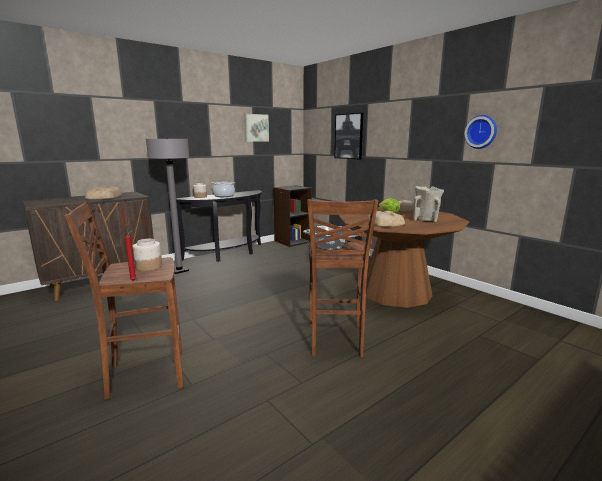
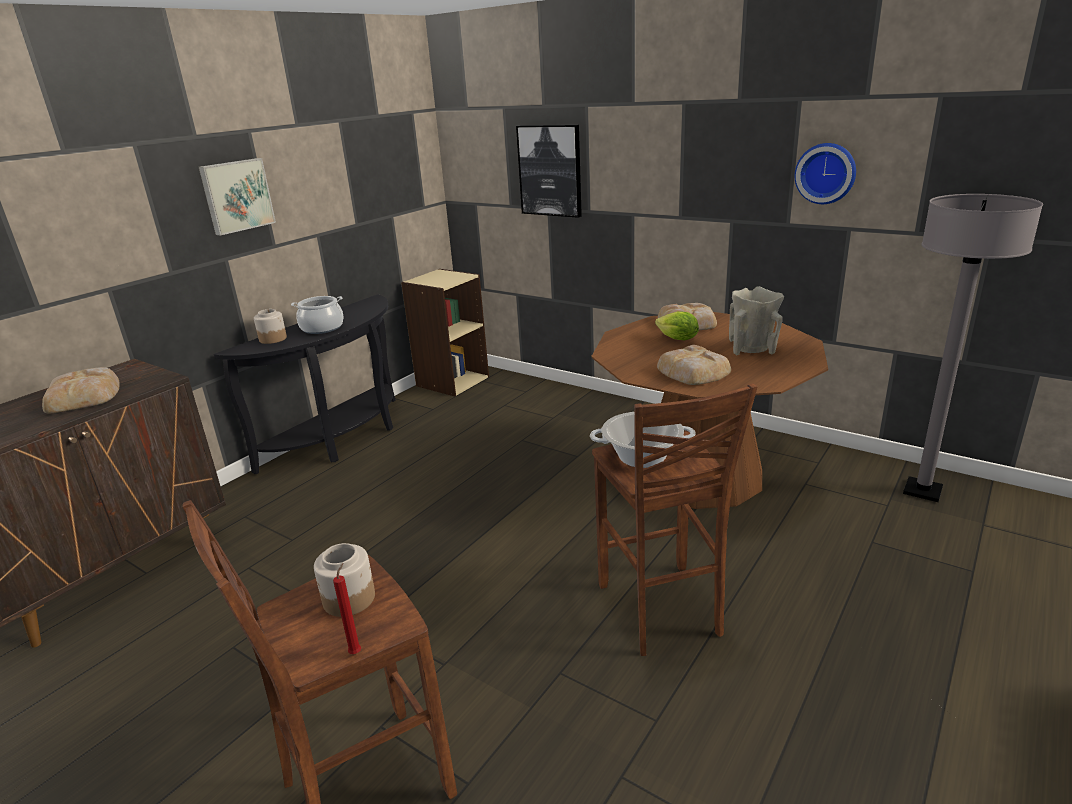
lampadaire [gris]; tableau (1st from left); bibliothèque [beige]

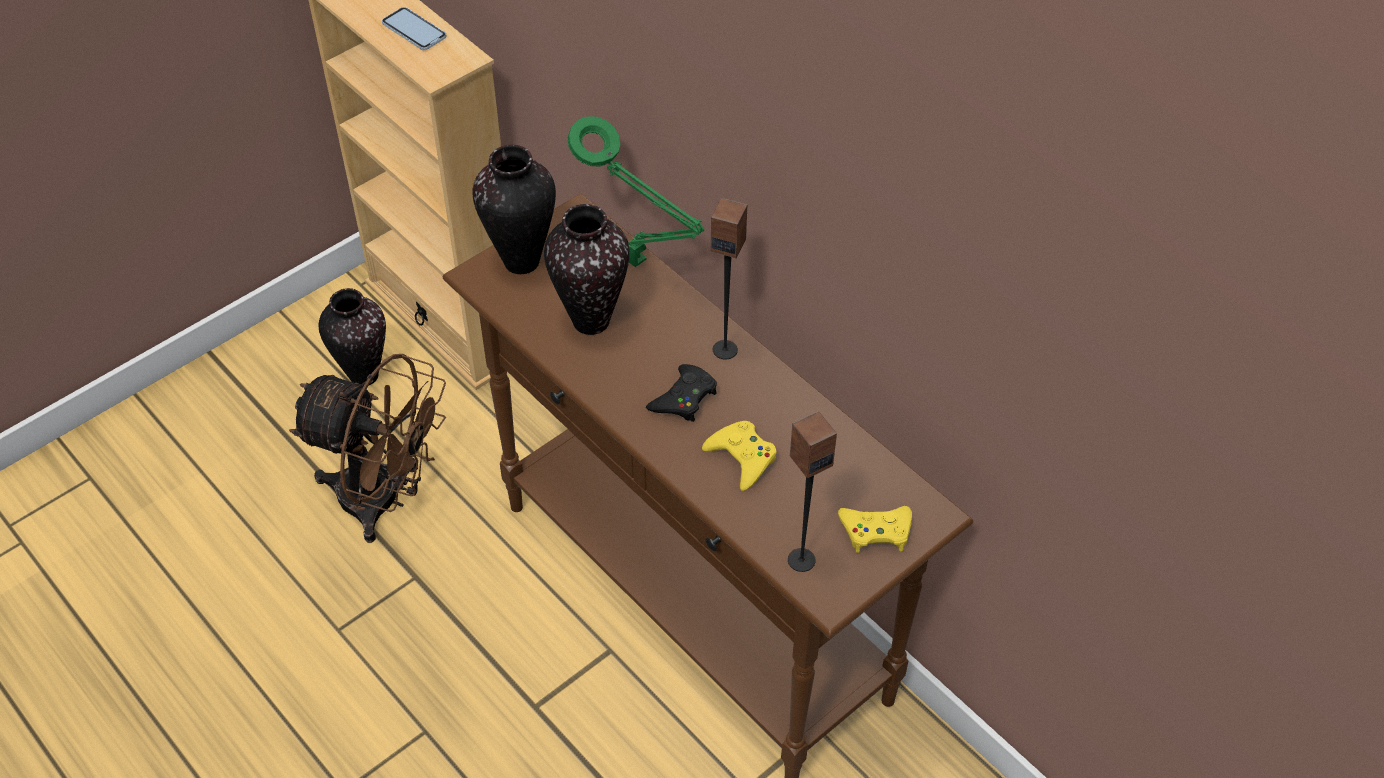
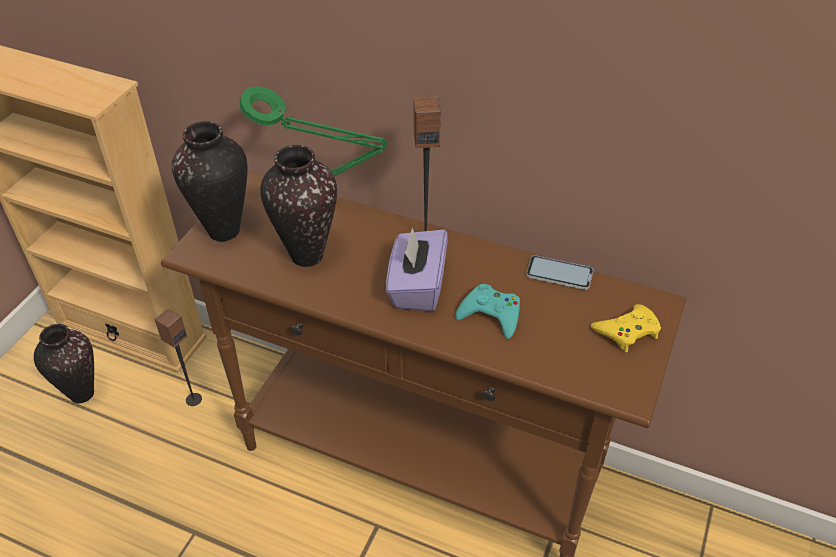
ventilateur [marron]; téléphone; boîte à mouchoirs [violet]; manette [turquoise]; enceinte (1st from left)

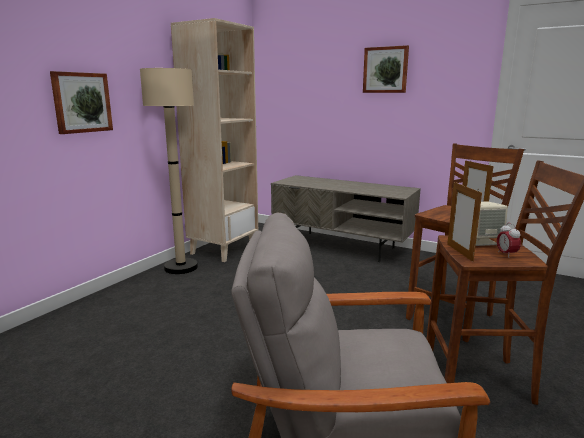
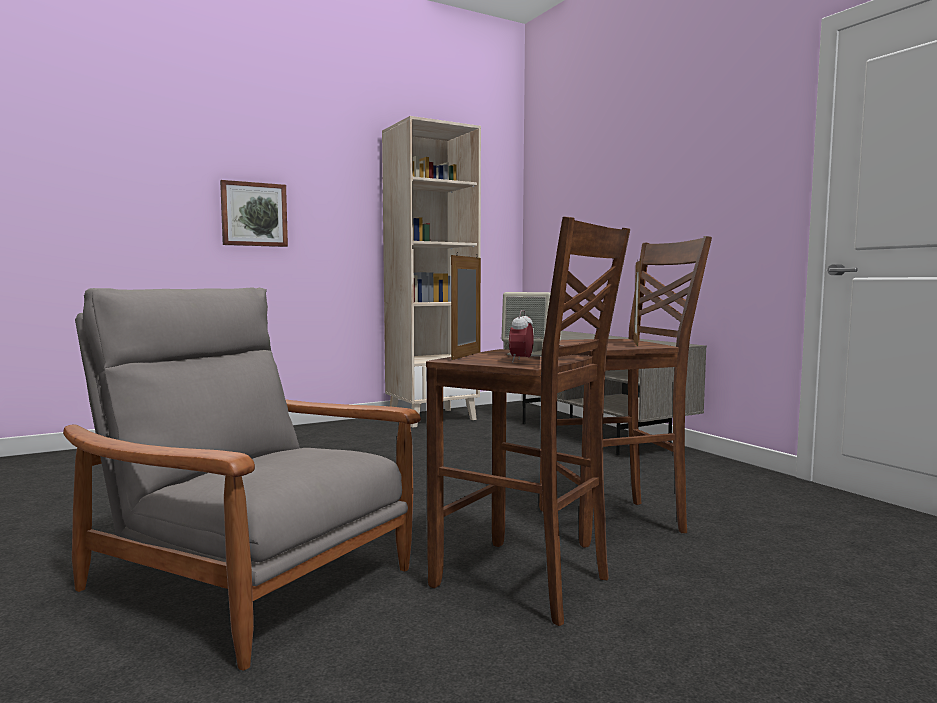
lampadaire [beige]; tableau (2nd from left in the first image)

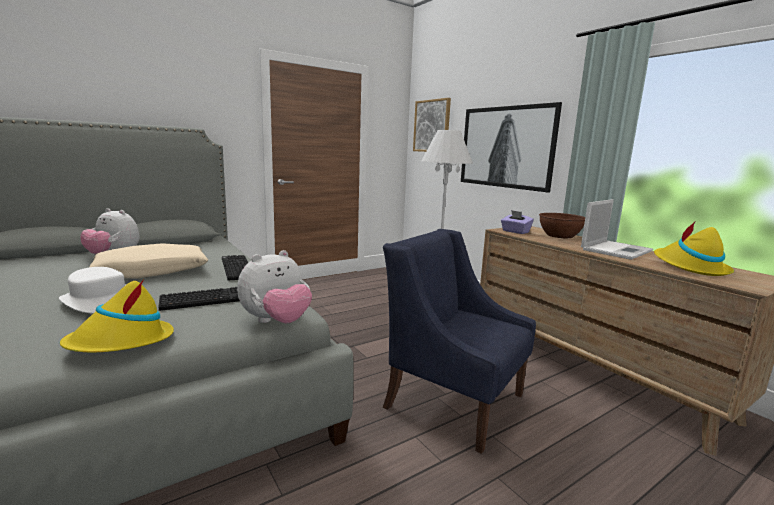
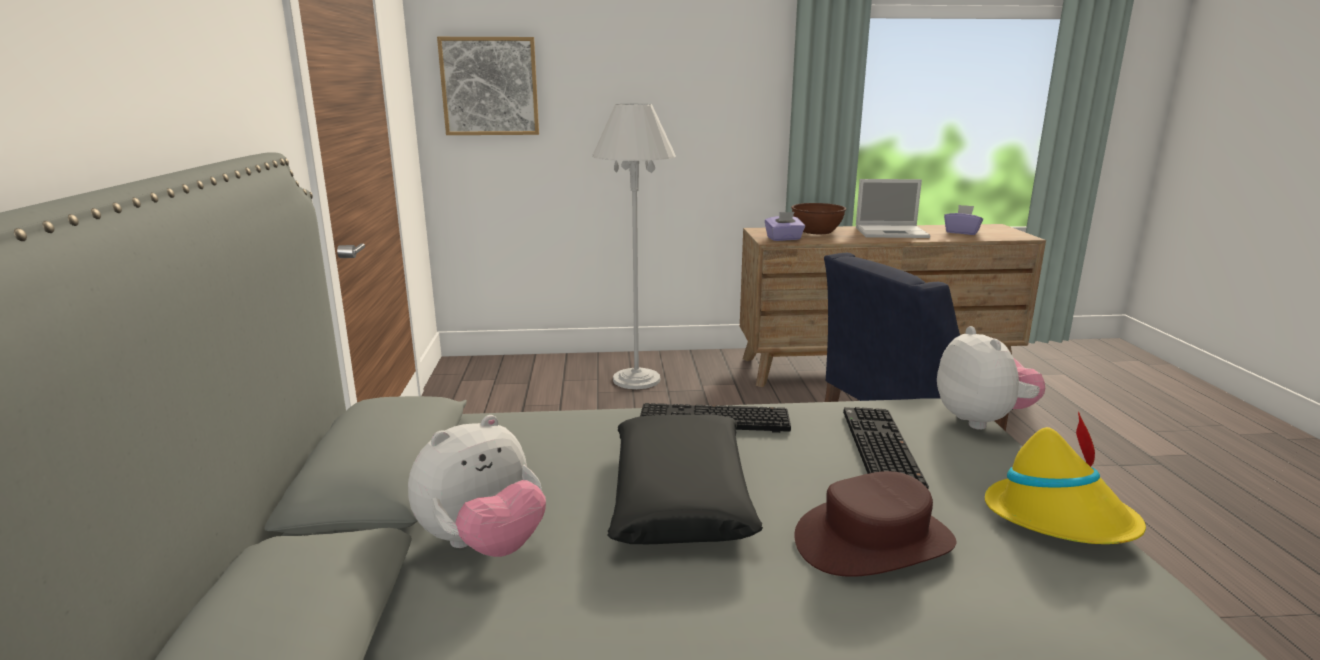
chapeau [marron]; coussin [noir]; tableau (2nd from left in the first image); ordinateur portable; boîte à mouchoirs [violet] (2nd from left)

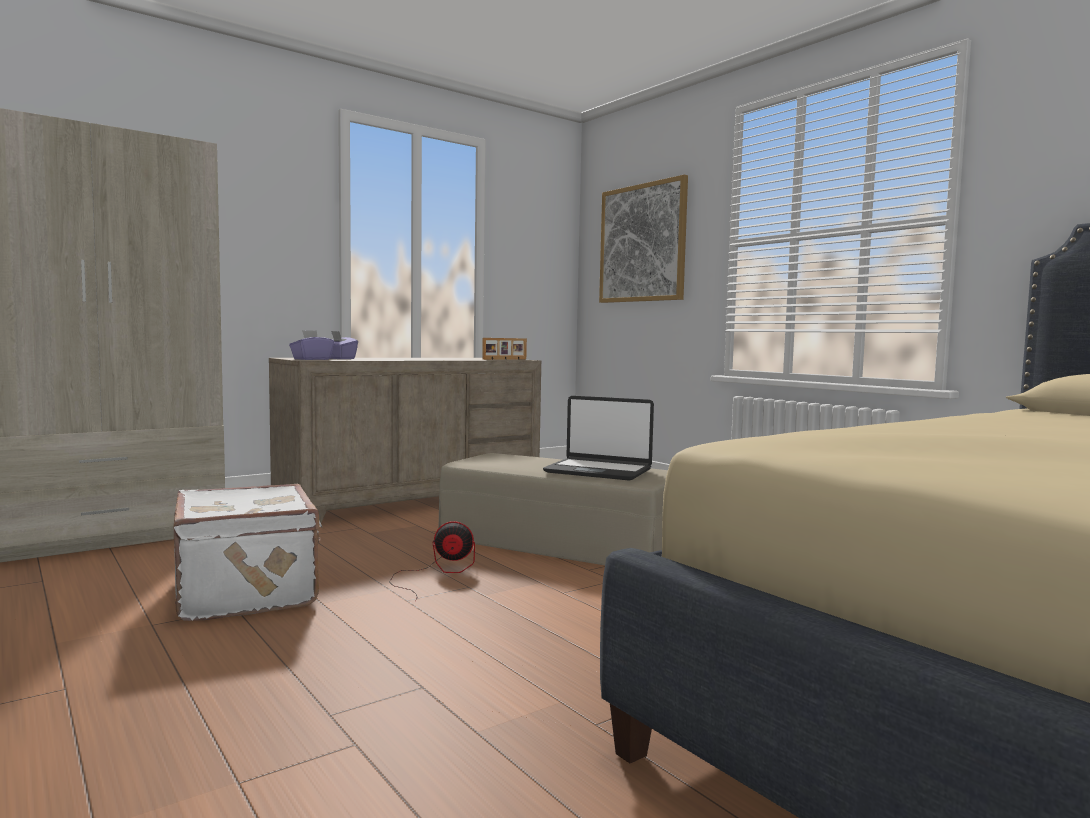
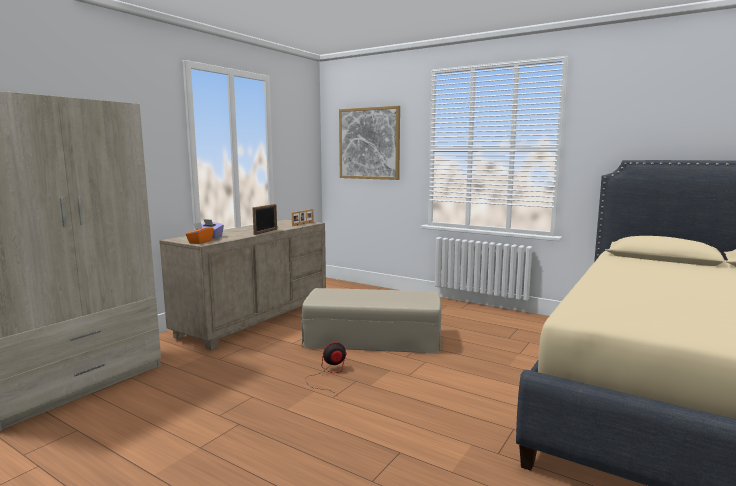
valise [blanc]; boîte à mouchoirs [orange]; ordinateur portable; cadre photo (1st from left)

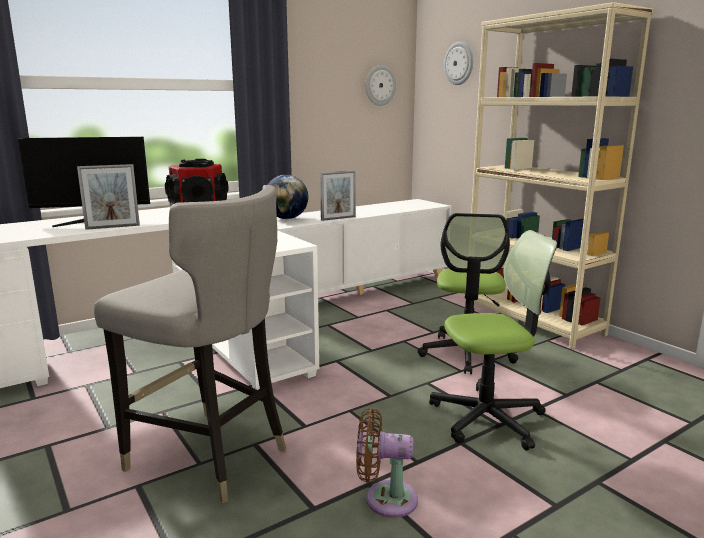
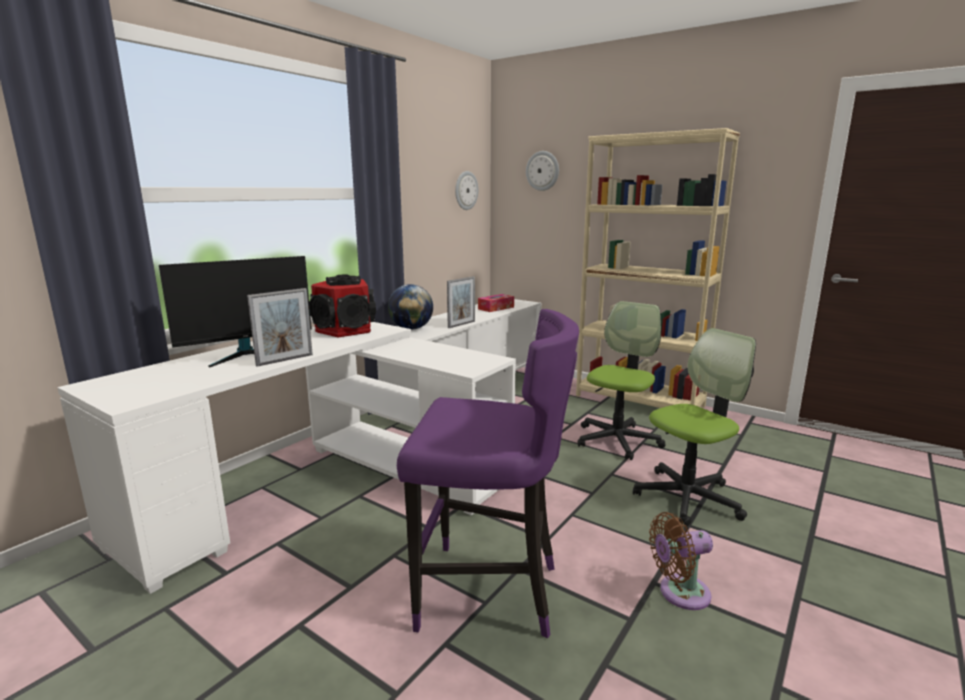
tabouret [violet]; chaise de bureau (1st from left); boîte à mouchoirs

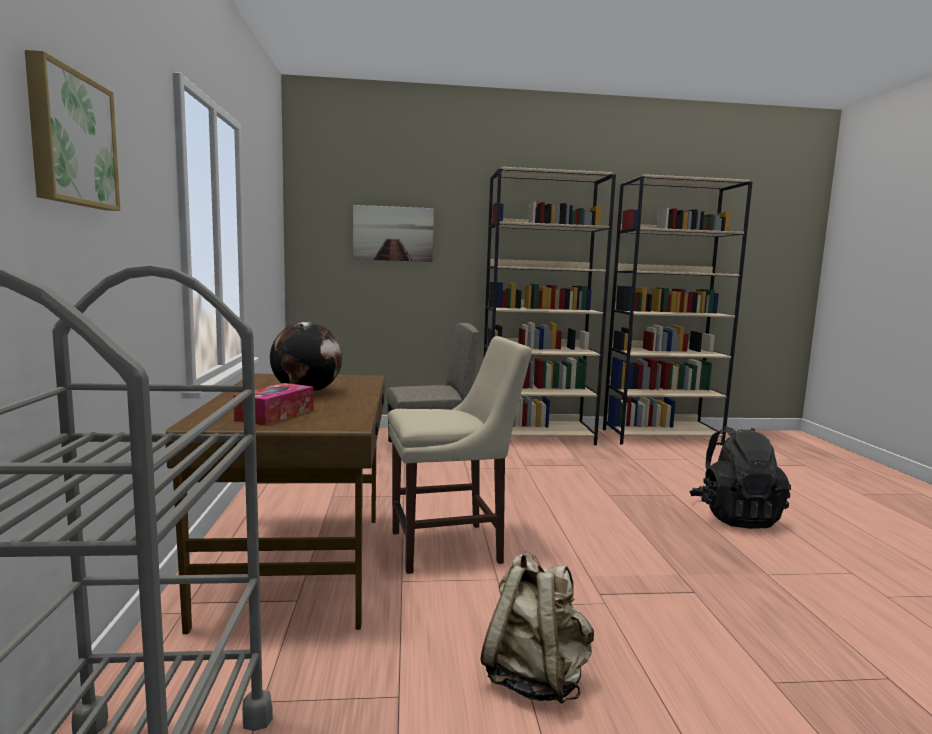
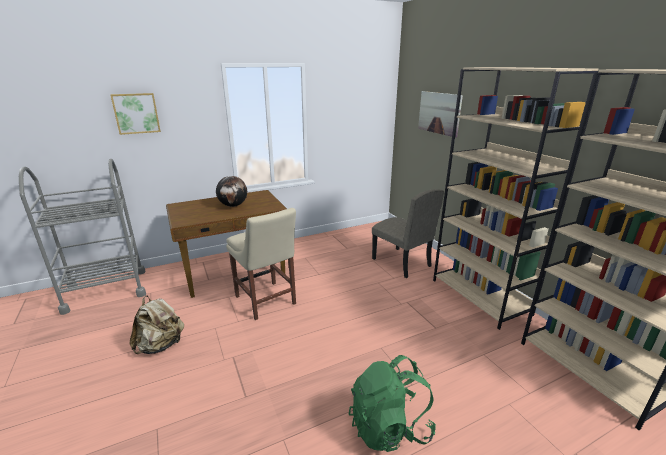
boîte à mouchoirs; sac à dos [vert]

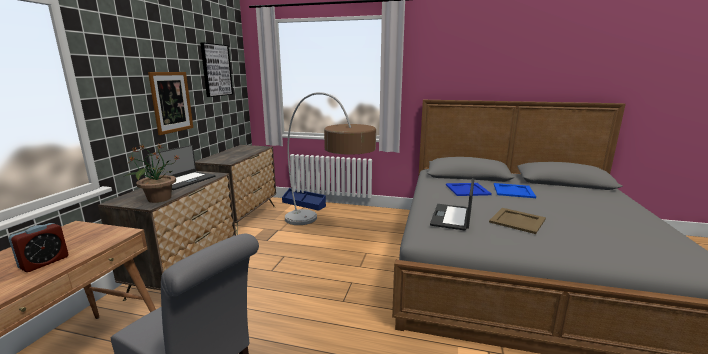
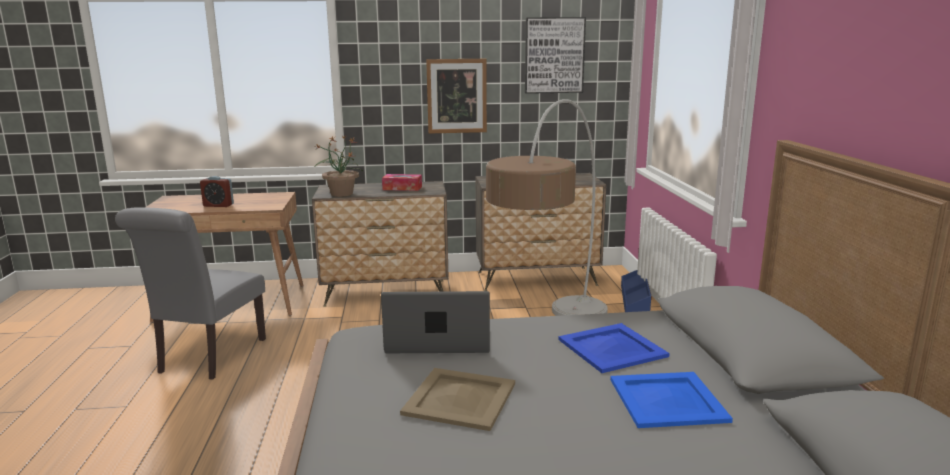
boîte à mouchoirs

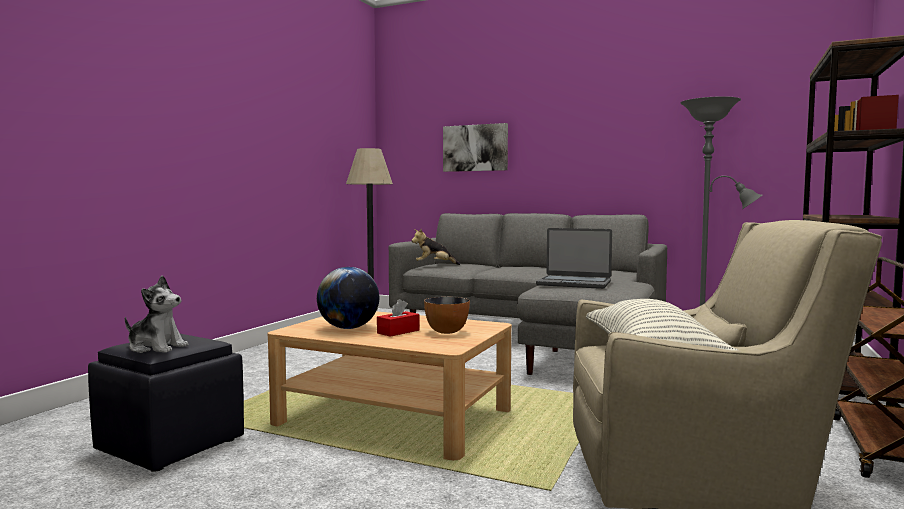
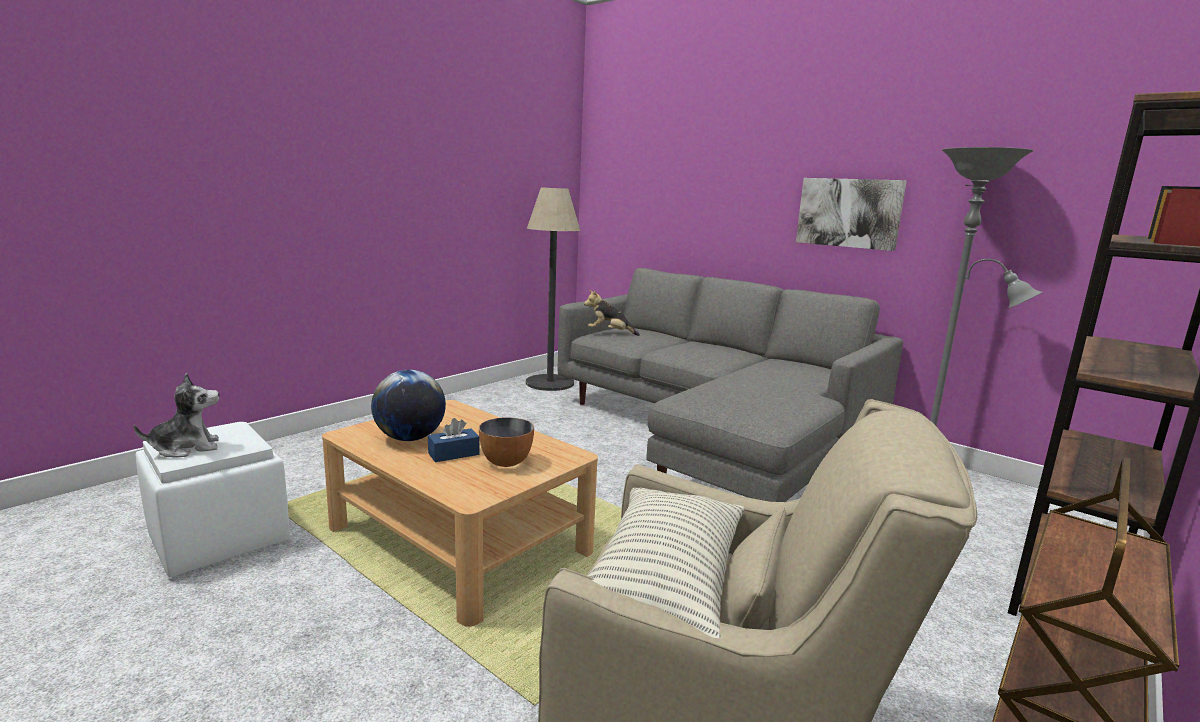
pouf [blanc]; peluche (1st from left); boîte à mouchoirs [bleu]; tableau; ordinateur portable

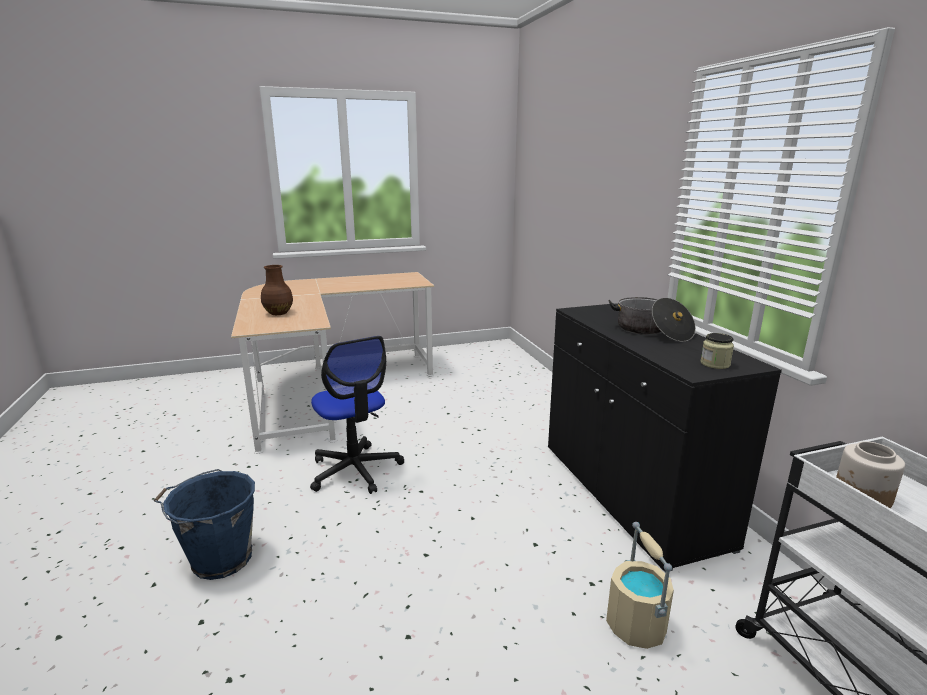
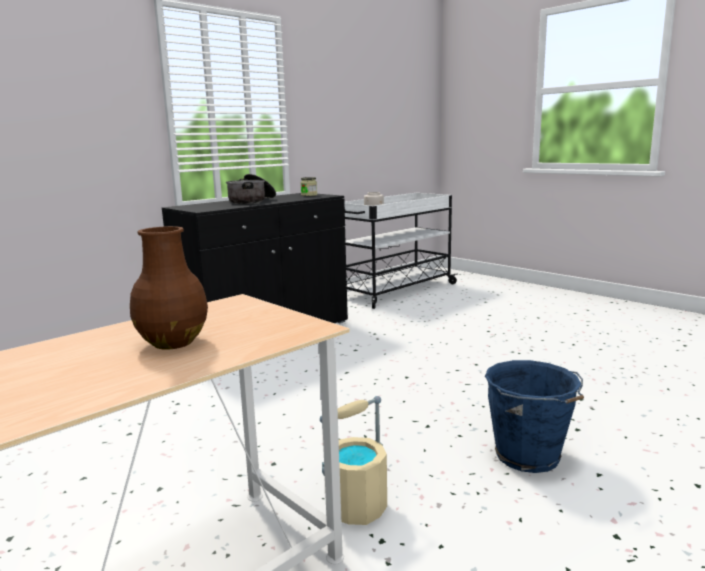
chaise de bureau; seau [beige]

